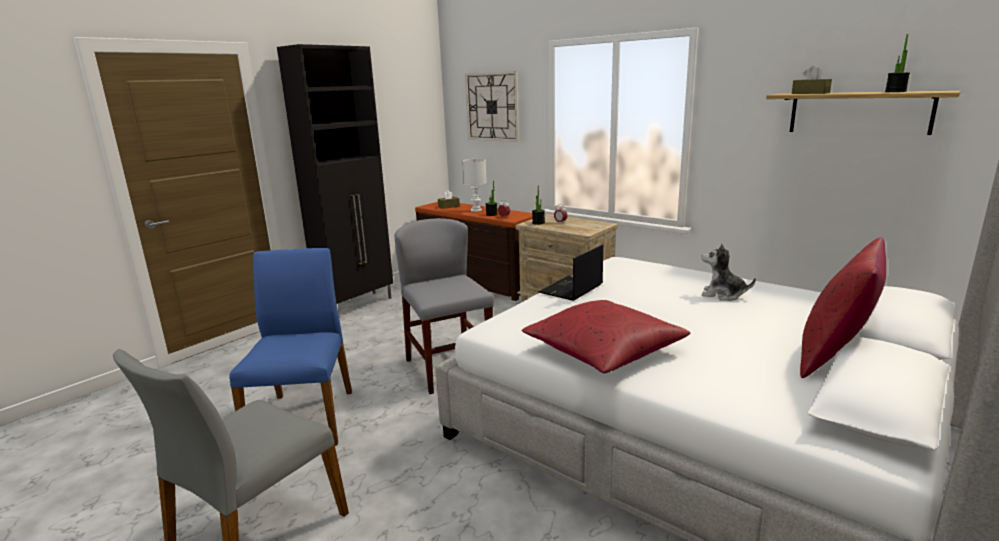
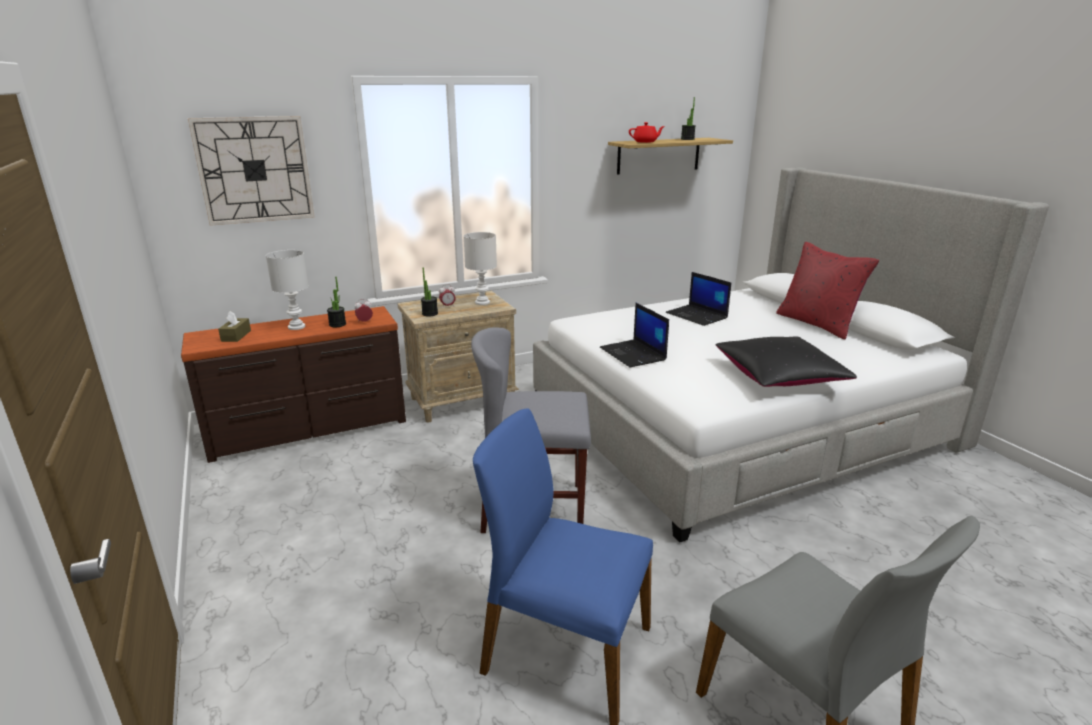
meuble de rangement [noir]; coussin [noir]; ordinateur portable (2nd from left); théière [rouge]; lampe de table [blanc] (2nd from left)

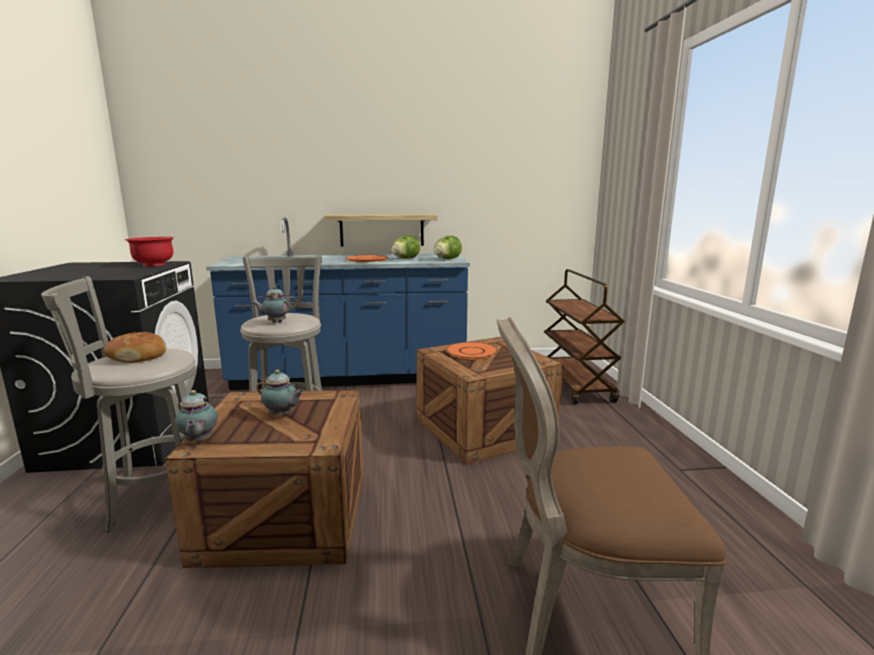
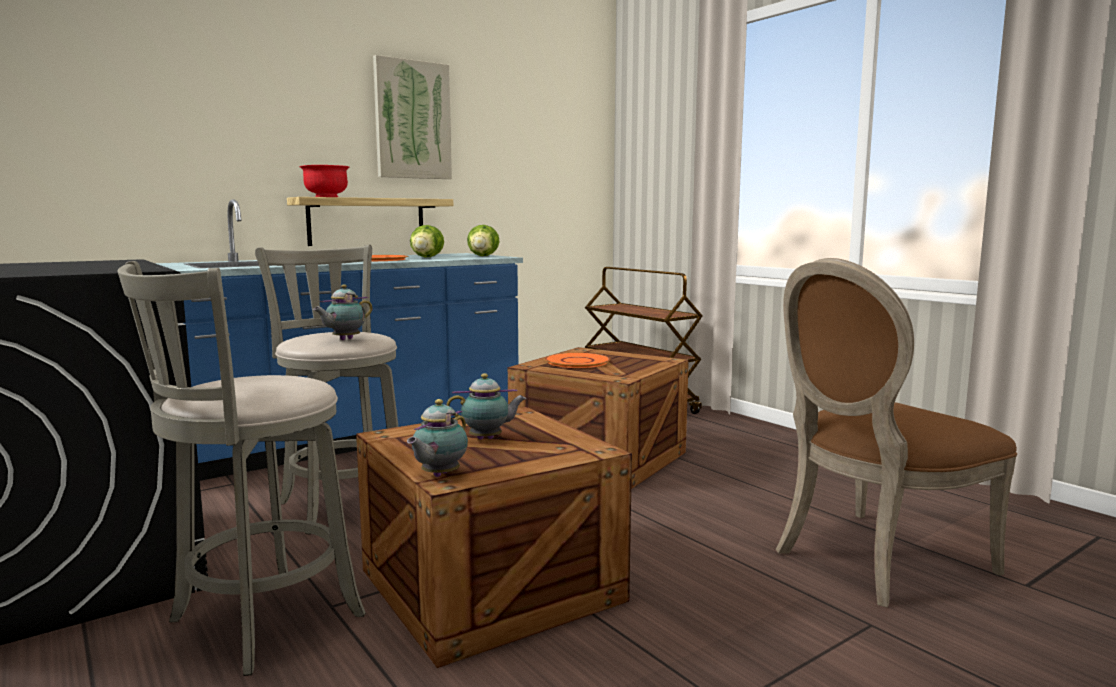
pain; bol [rouge]; théière (2nd from left); tableau

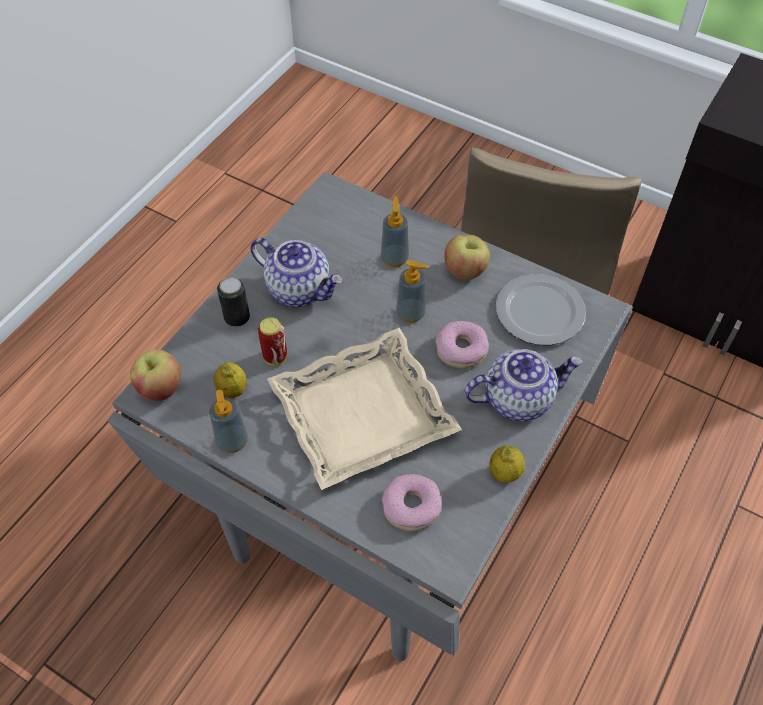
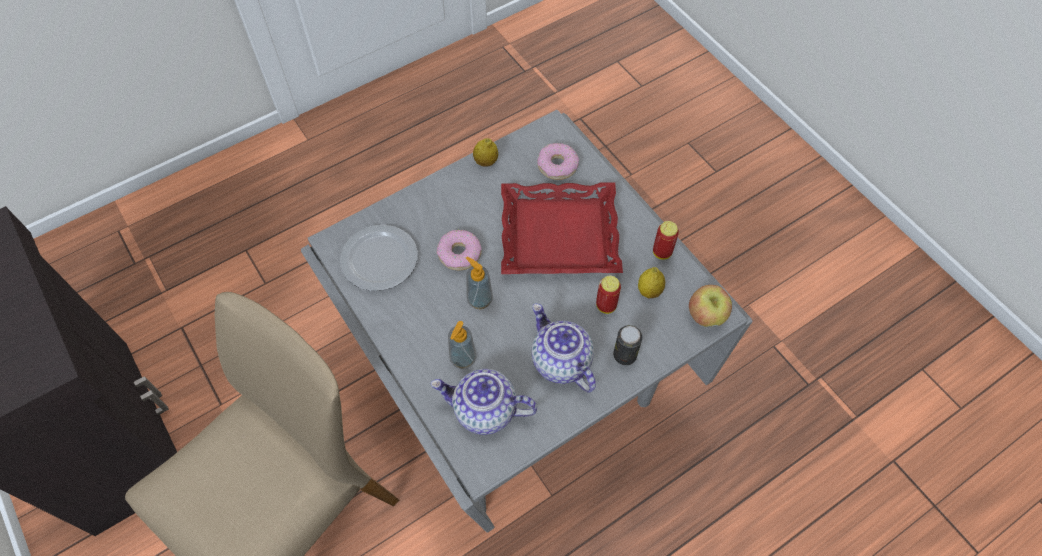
boîte métallique (3rd from left); plateau [rouge]; pomme (2nd from left in the first image); théière (1st from left)

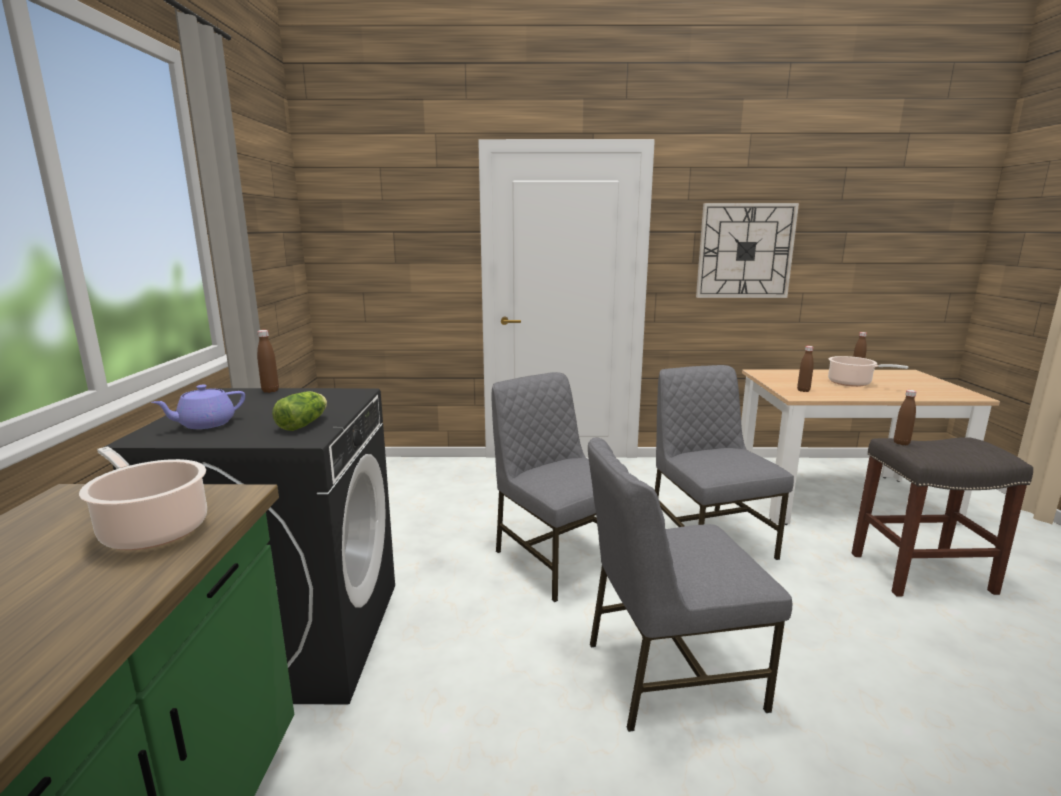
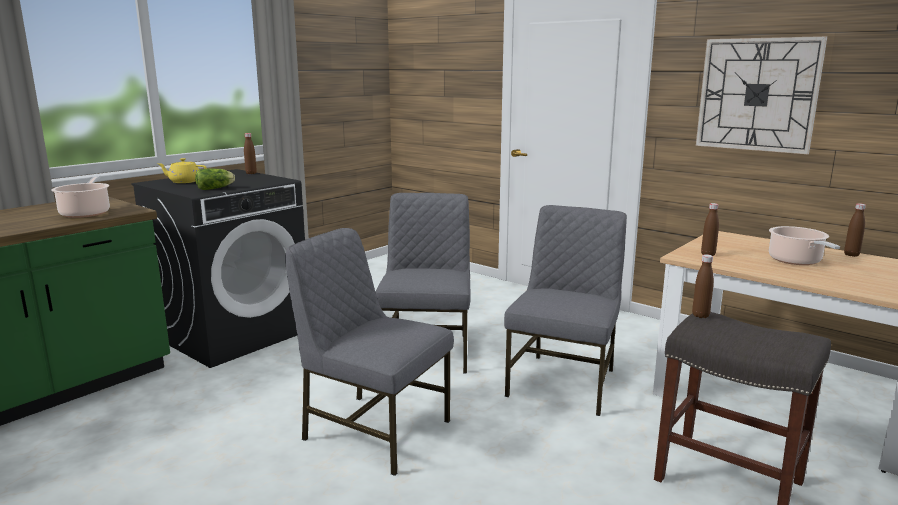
théière [jaune]

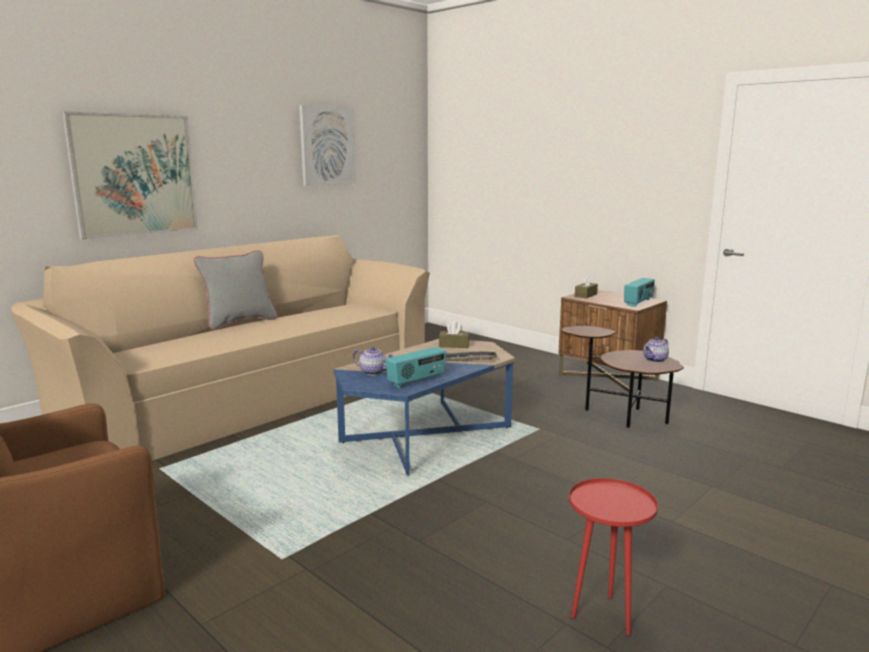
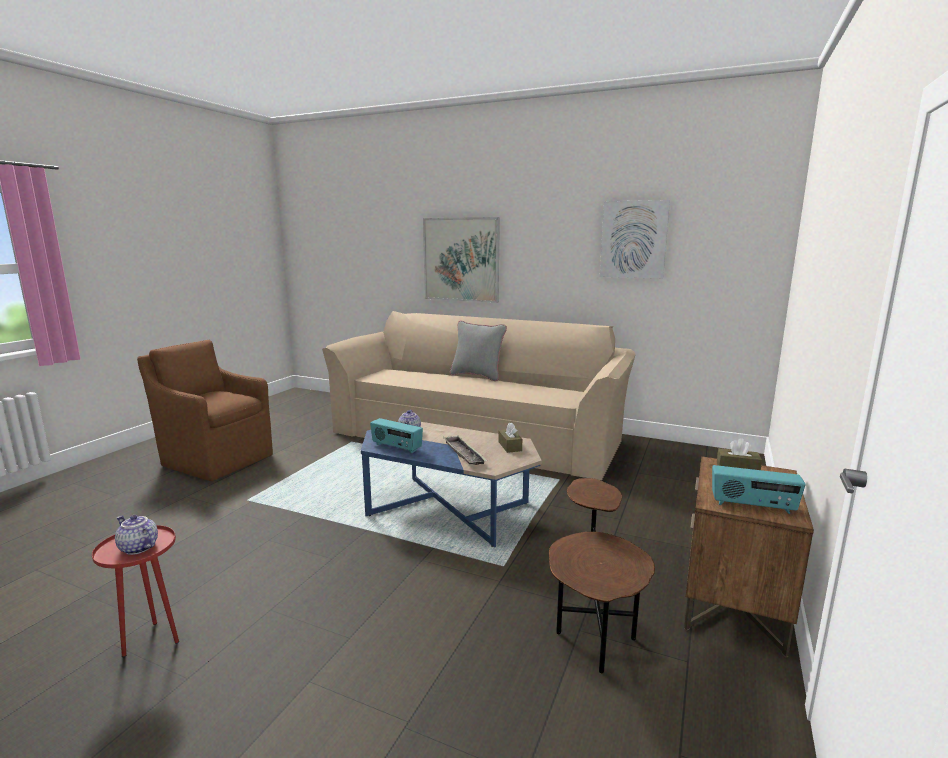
théière (1st from left)

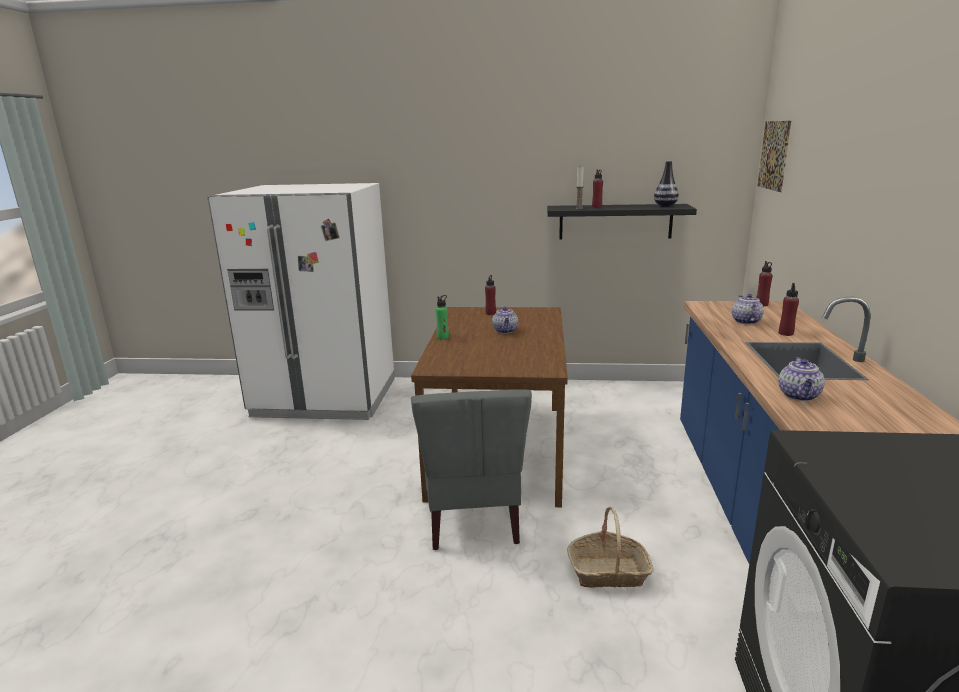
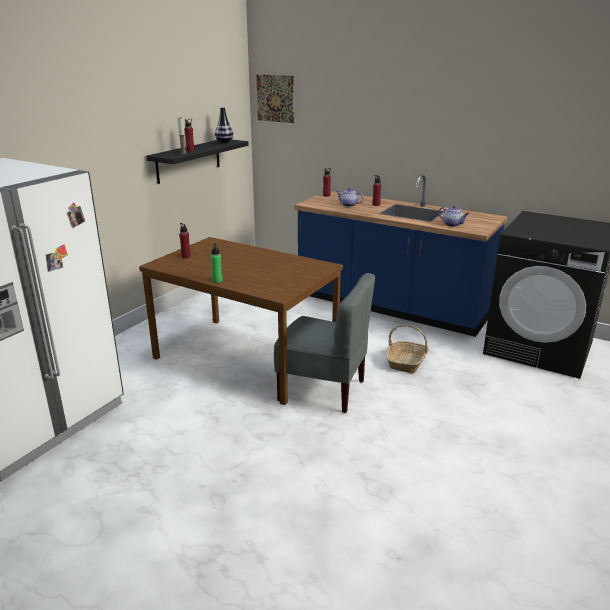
théière (1st from left in the first image)

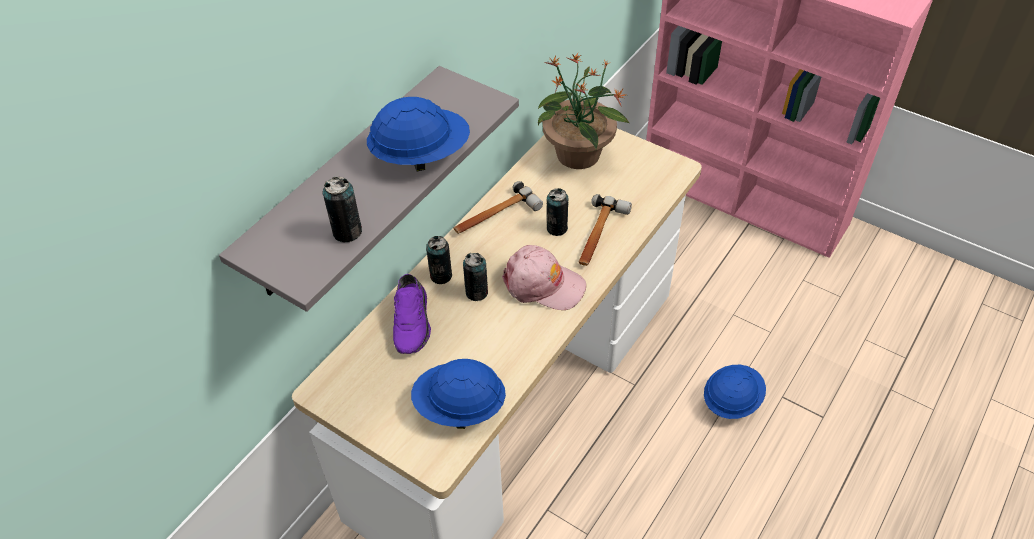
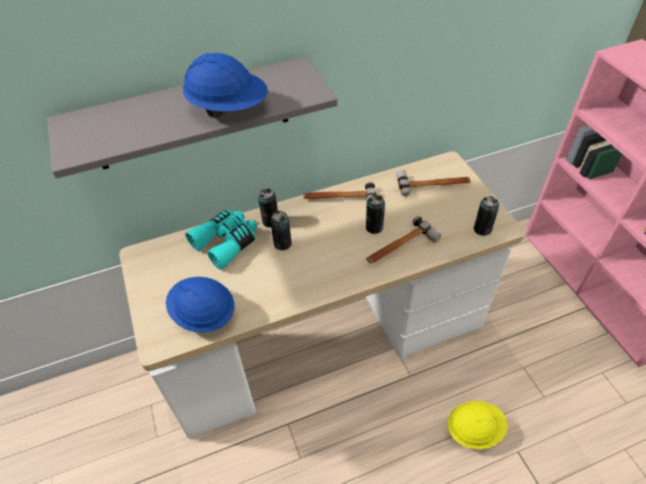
boîte métallique (4th from left); jumelles [turquoise]; casquette [rose]; marteau (3rd from left); casque de chantier [jaune]

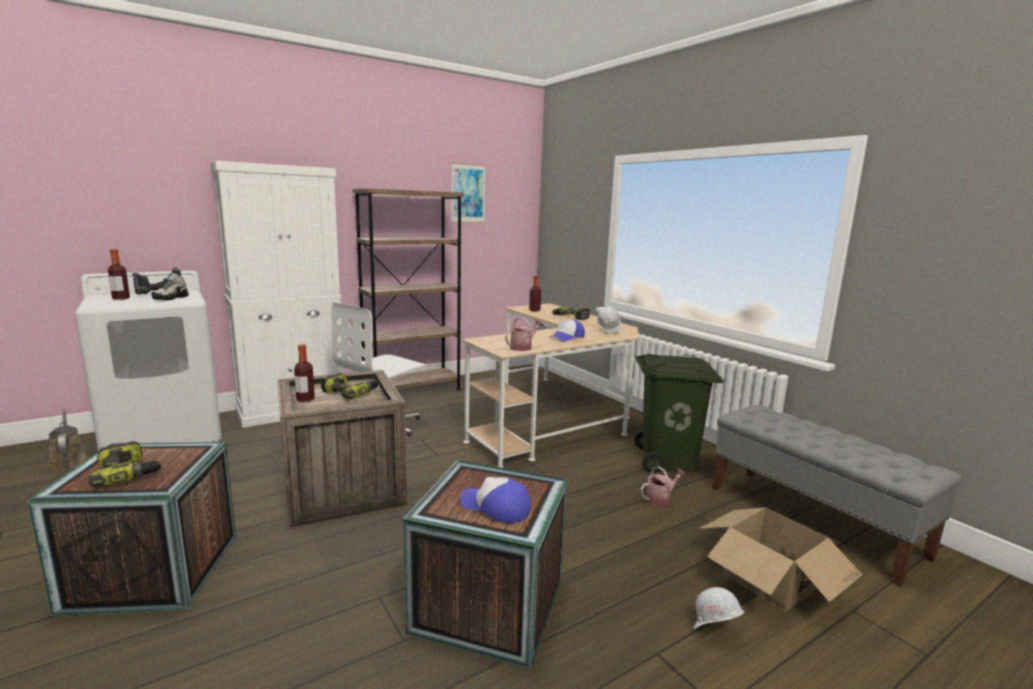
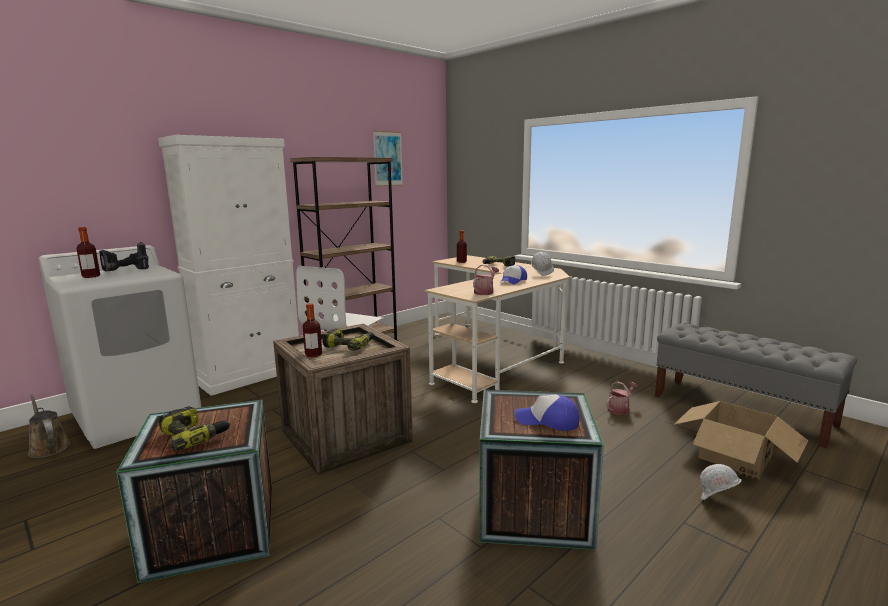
chaussure; poubelle [vert]

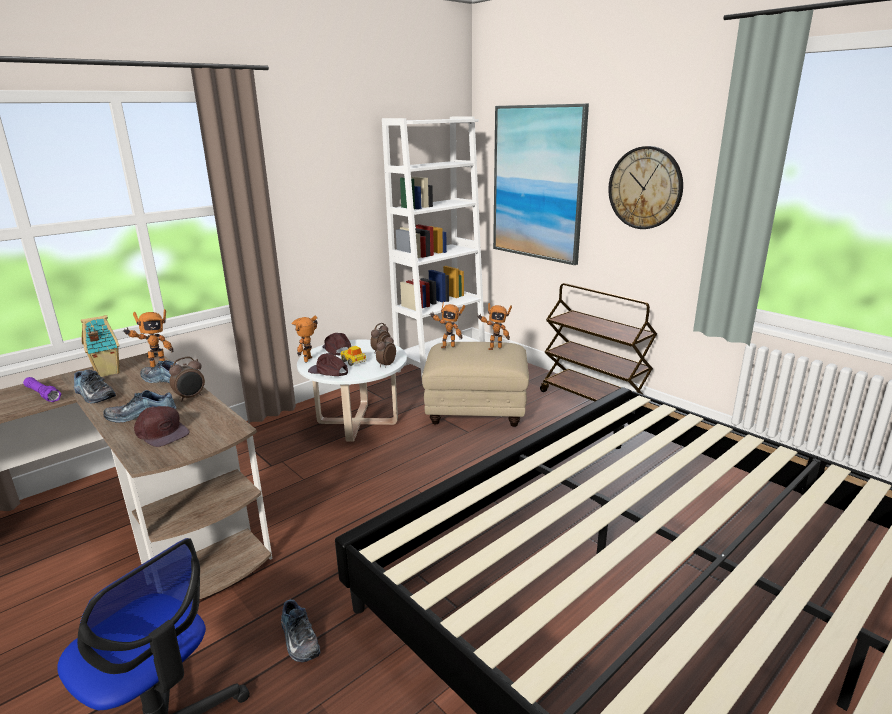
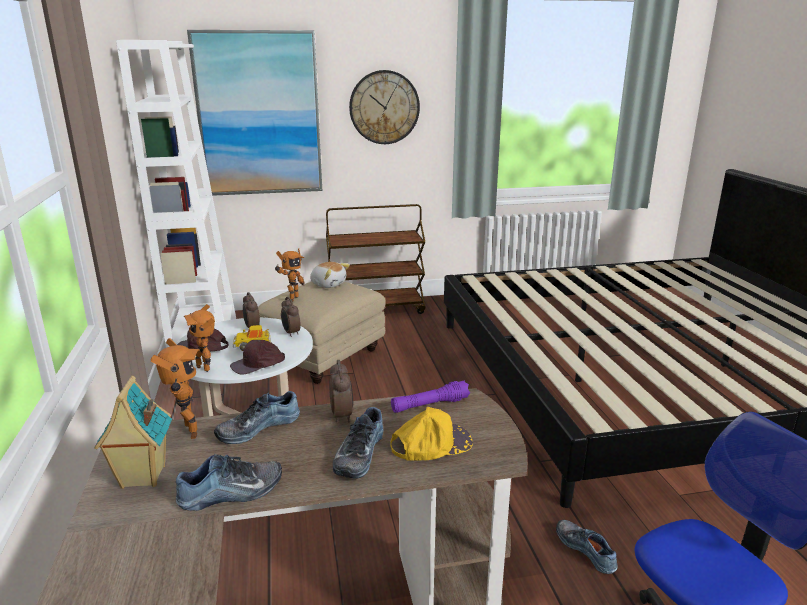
lampe de poche [violet]; casquette [jaune]; chaussure (4th from left); peluche

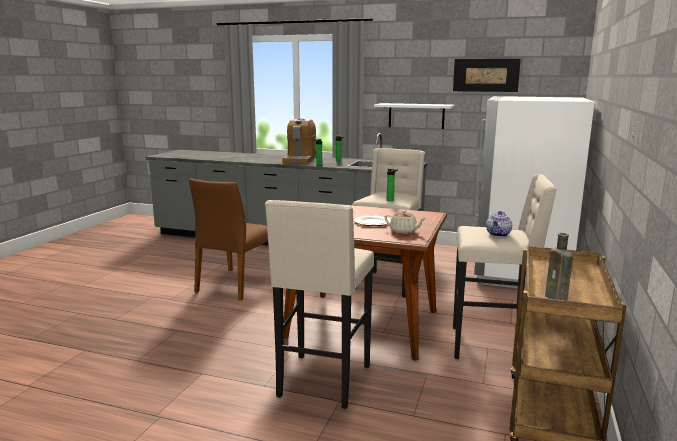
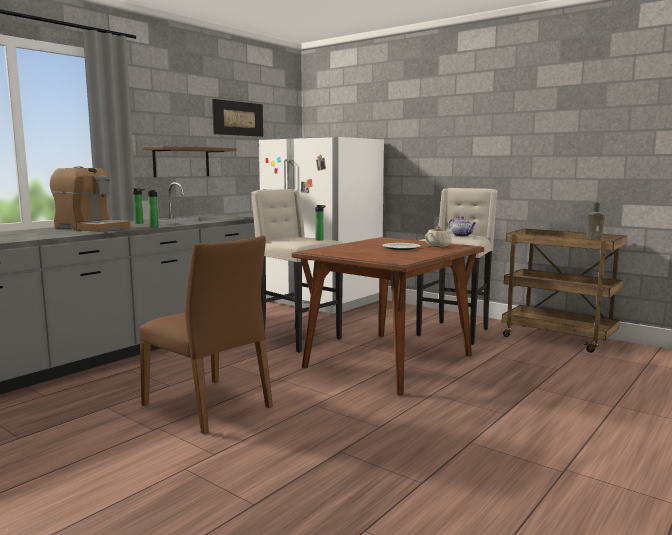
tabouret [beige] (1st from left in the first image); étagère [marron]

